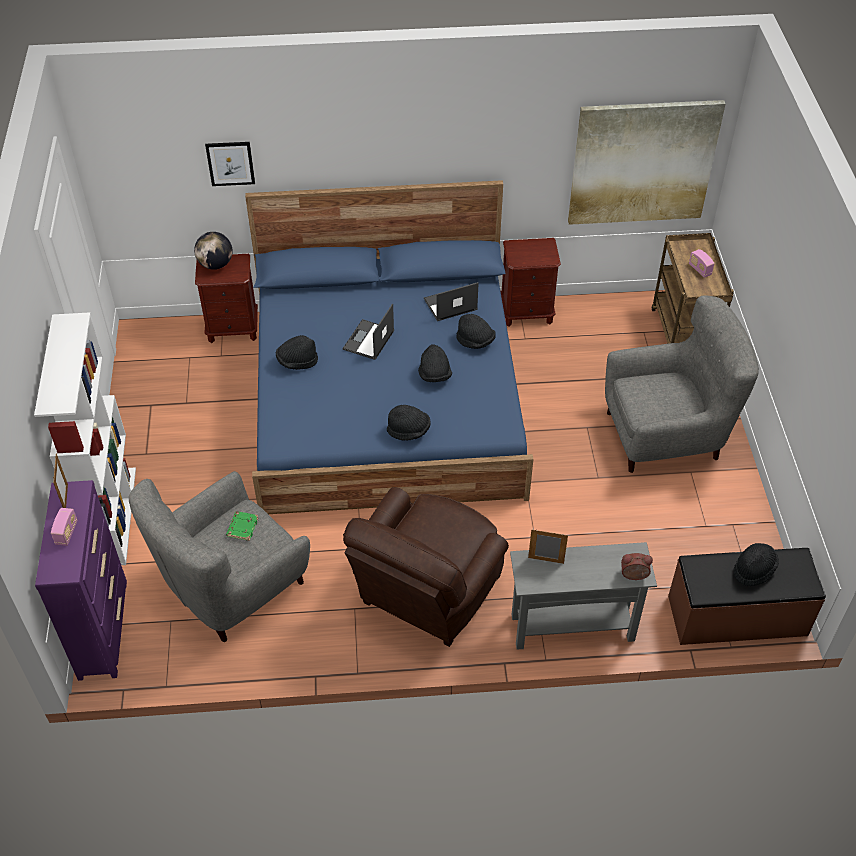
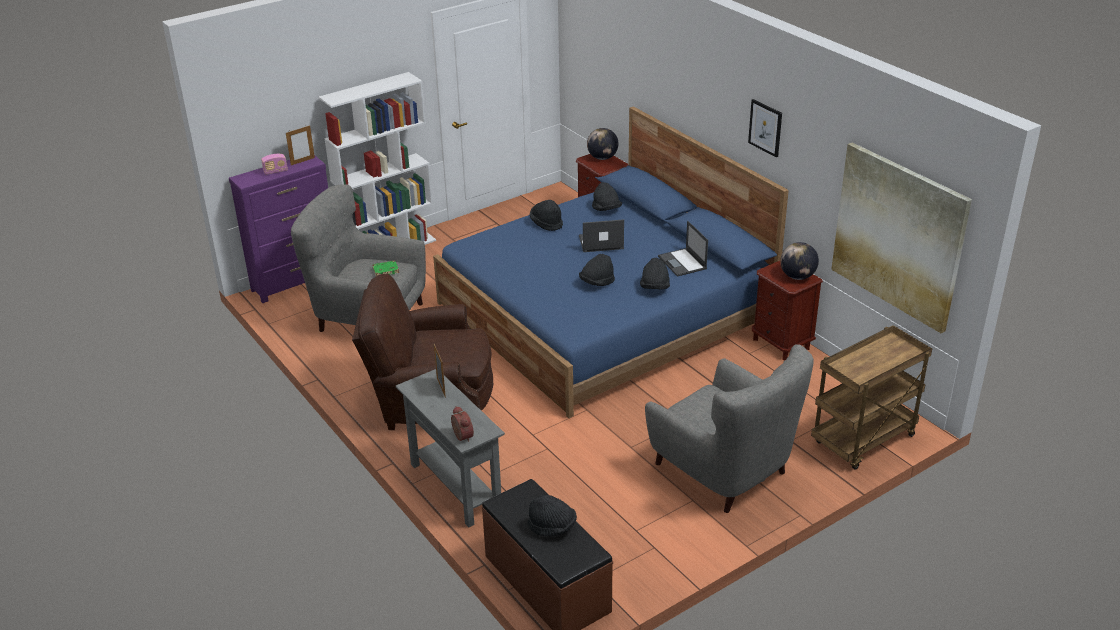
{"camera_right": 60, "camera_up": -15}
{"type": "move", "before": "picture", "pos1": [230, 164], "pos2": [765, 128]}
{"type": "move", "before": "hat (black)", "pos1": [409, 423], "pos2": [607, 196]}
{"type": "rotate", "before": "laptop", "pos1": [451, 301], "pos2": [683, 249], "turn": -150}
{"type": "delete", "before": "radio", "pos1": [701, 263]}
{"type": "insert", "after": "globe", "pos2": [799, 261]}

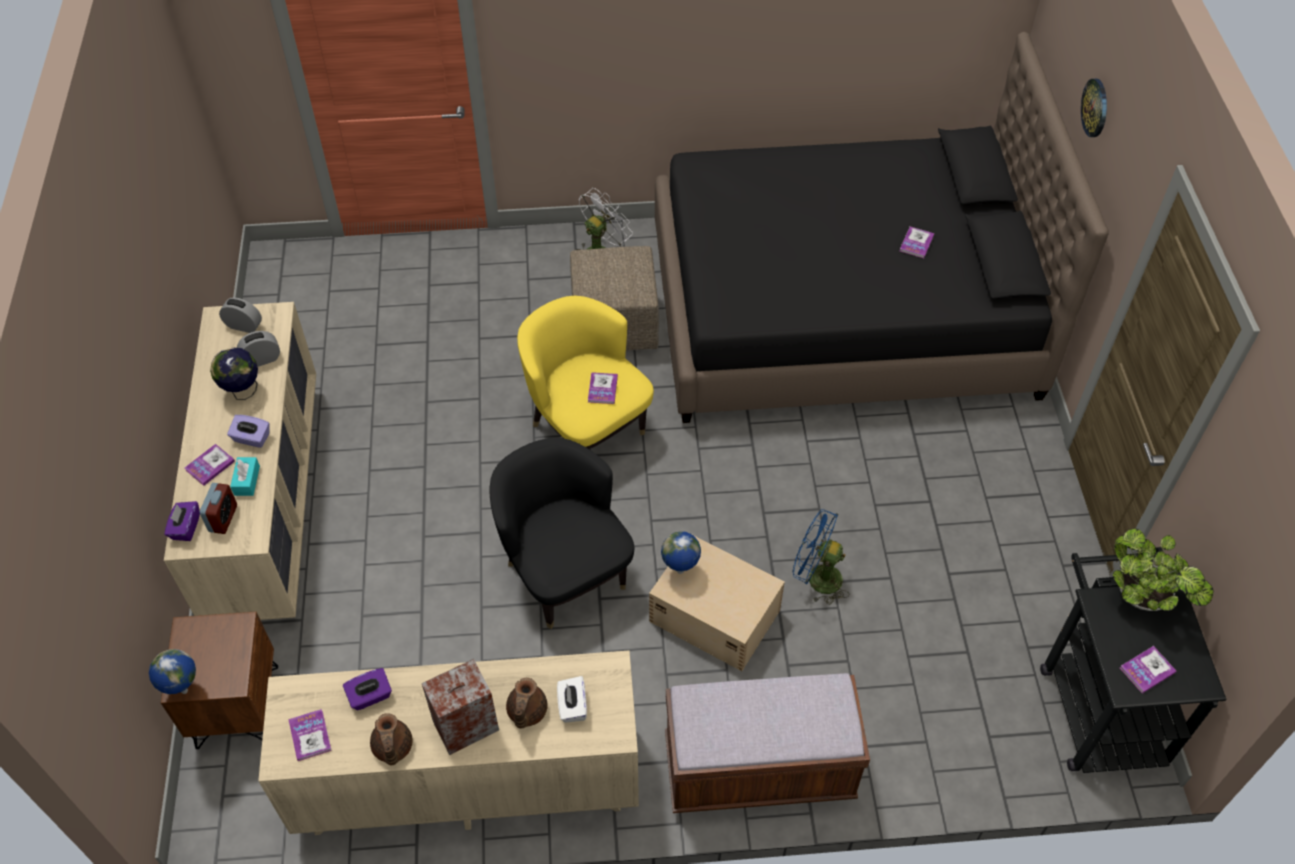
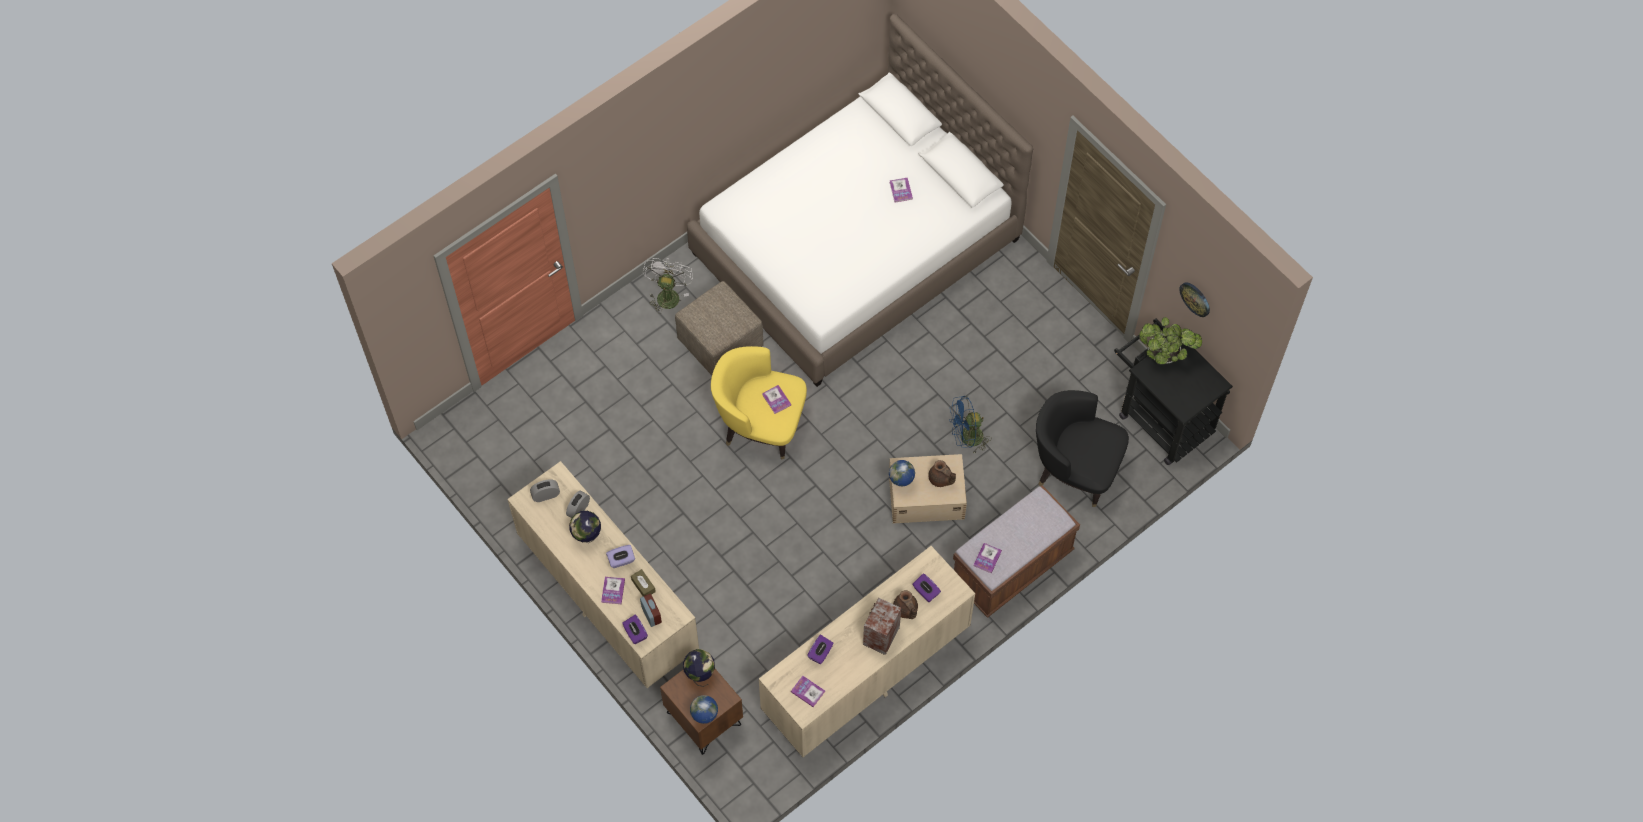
{"camera_right": -35, "camera_up": 10}
{"type": "recolor", "before": "tissue box (turquoise)", "after": "tissue box (brown)", "pos1": [245, 476], "pos2": [643, 582]}
{"type": "move", "before": "teapot (brown)", "pos1": [391, 739], "pos2": [942, 473]}
{"type": "move", "before": "armchair (black)", "pos1": [561, 533], "pos2": [1082, 448]}
{"type": "recolor", "before": "tissue box (white)", "after": "tissue box (purple)", "pos1": [572, 699], "pos2": [926, 587]}
{"type": "recolor", "before": "bed (black)", "after": "bed (white)", "pos1": [882, 227], "pos2": [860, 200]}
{"type": "move", "before": "wall clock", "pos1": [1094, 108], "pos2": [1194, 299]}
{"type": "move", "before": "book", "pos1": [1148, 670], "pos2": [987, 558]}
{"type": "insert", "after": "globe", "pos2": [699, 668]}

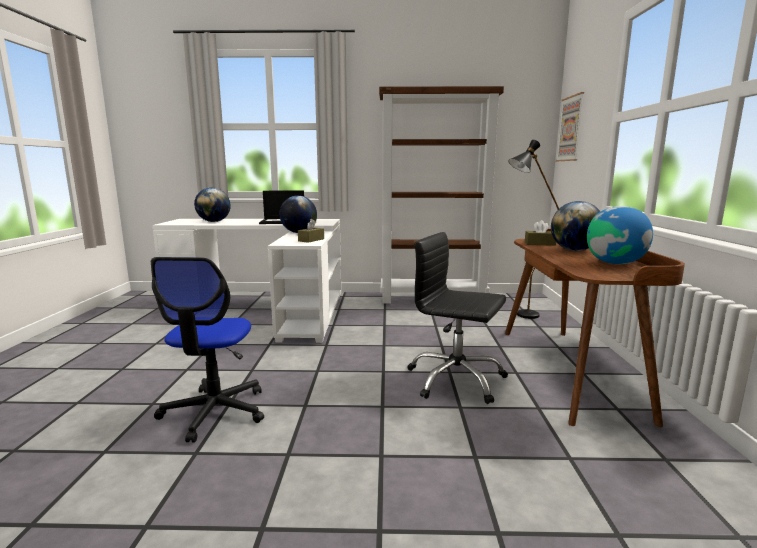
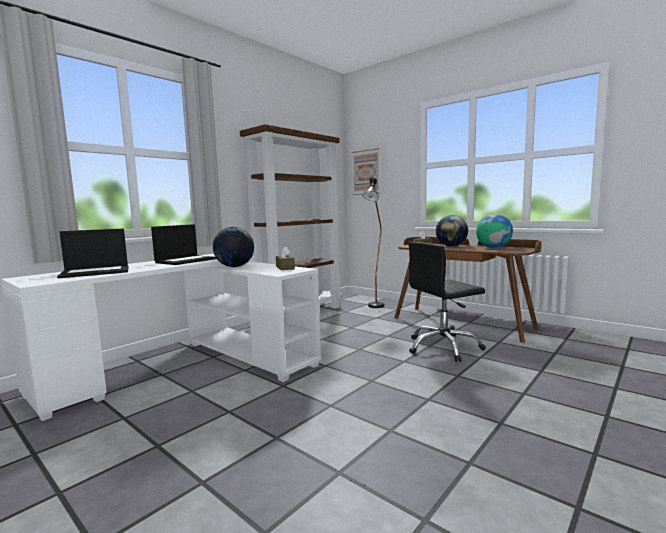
{"camera_right": -50, "camera_up": -5}
{"type": "delete", "before": "office chair", "pos1": [207, 350]}
{"type": "replace", "before": "globe", "after": "laptop", "pos1": [212, 205], "pos2": [92, 253]}

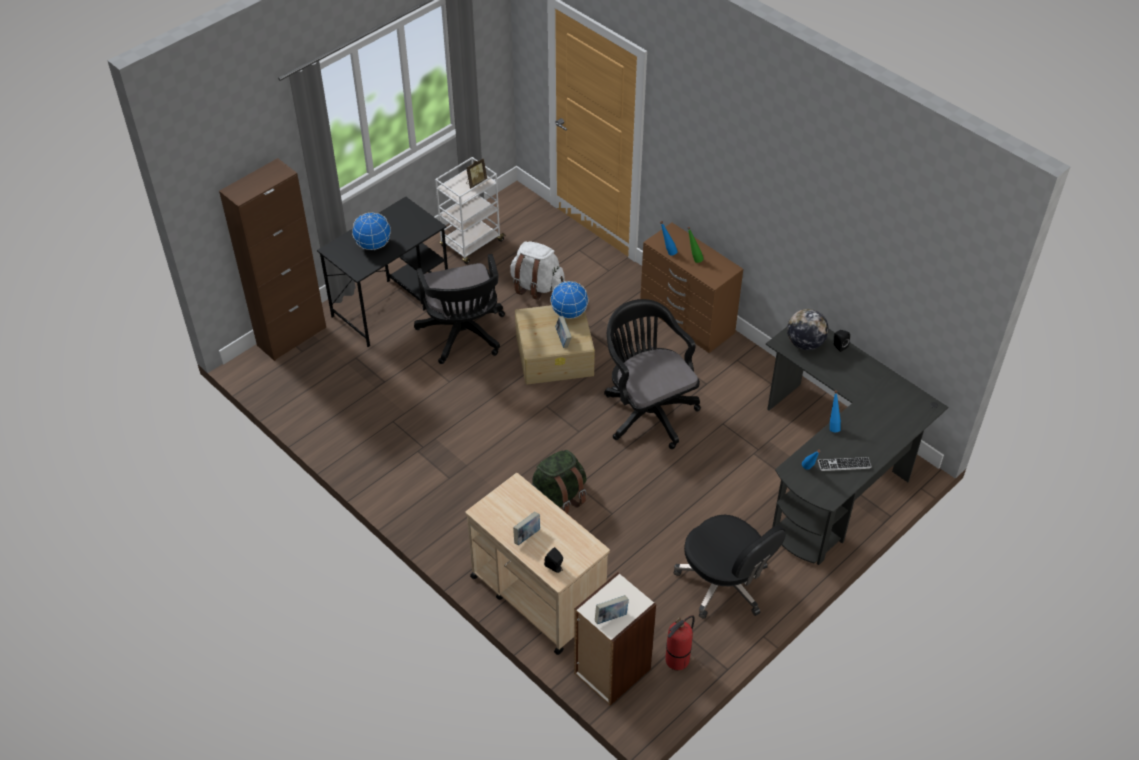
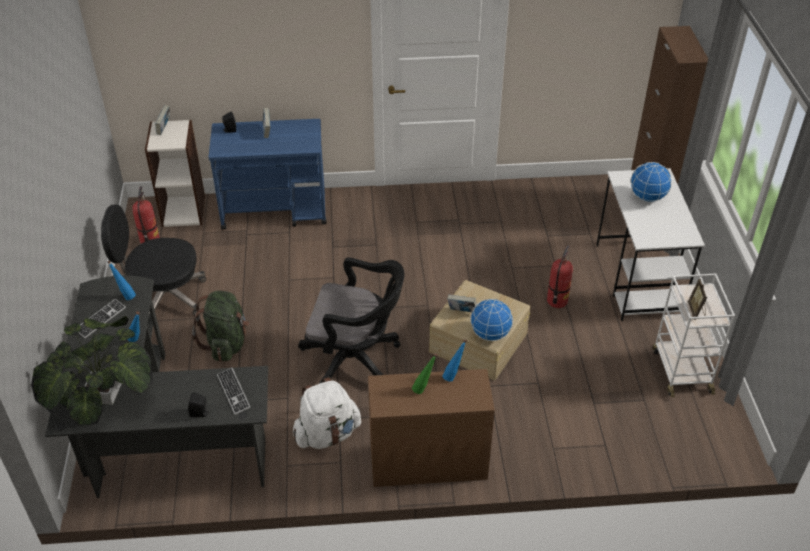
{"camera_right": 130, "camera_up": -5}
{"type": "recolor", "before": "desk (black)", "after": "desk (white)", "pos1": [382, 272], "pos2": [650, 244]}
{"type": "replace", "before": "office chair (black)", "after": "fire extinguisher", "pos1": [459, 309], "pos2": [560, 276]}
{"type": "recolor", "before": "cart (beige)", "after": "cart (blue)", "pos1": [538, 564], "pos2": [268, 174]}
{"type": "move", "before": "backpack (white)", "pos1": [537, 270], "pos2": [327, 413]}
{"type": "move", "before": "backpack (green)", "pos1": [559, 482], "pos2": [221, 326]}
{"type": "replace", "before": "globe", "after": "keyboard", "pos1": [808, 329], "pos2": [233, 391]}
{"type": "insert", "after": "potted plant", "pos2": [92, 371]}

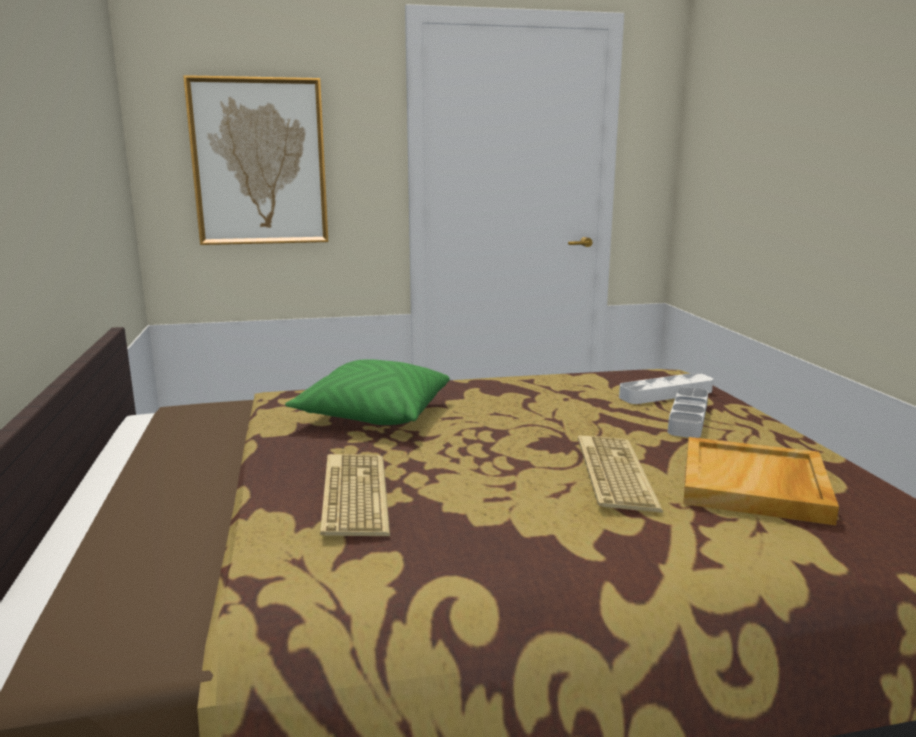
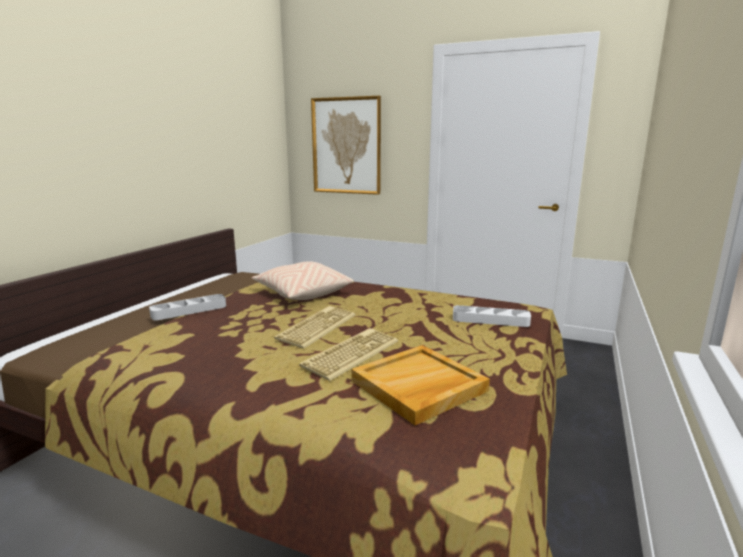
{"camera_right": 35, "camera_up": 0}
{"type": "recolor", "before": "pillow (green)", "after": "pillow (beige)", "pos1": [367, 392], "pos2": [303, 280]}
{"type": "move", "before": "keyboard", "pos1": [355, 495], "pos2": [314, 327]}
{"type": "move", "before": "tray (grey)", "pos1": [688, 412], "pos2": [187, 307]}

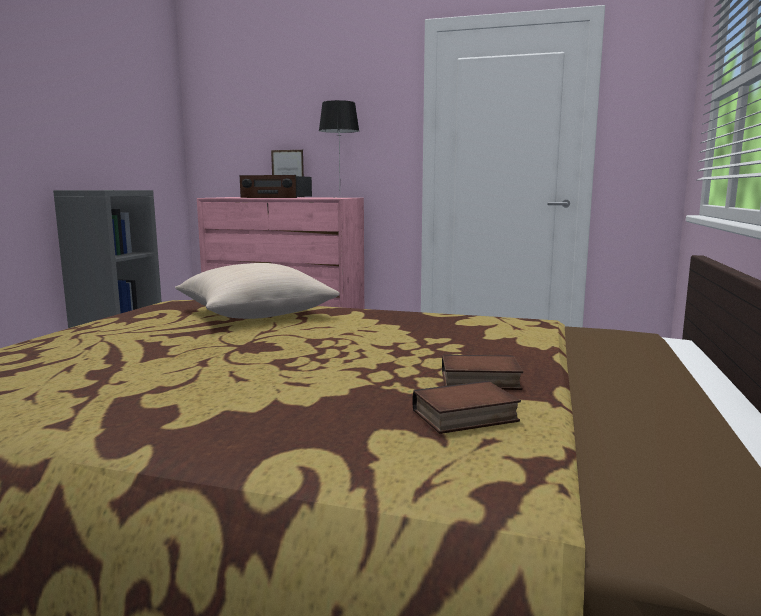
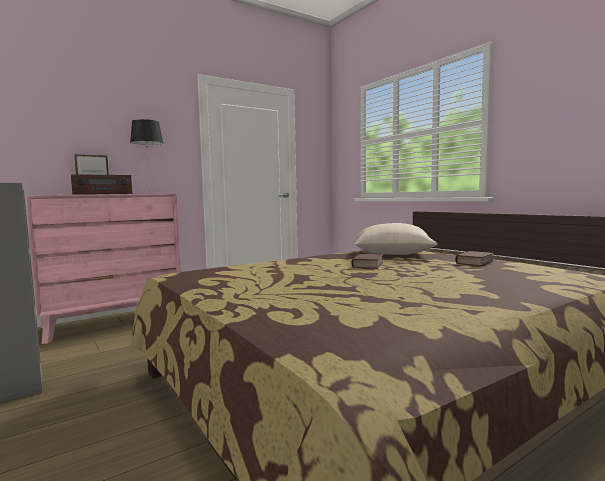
{"camera_right": -50, "camera_up": -5}
{"type": "move", "before": "pillow (beige)", "pos1": [257, 291], "pos2": [396, 239]}
{"type": "move", "before": "book", "pos1": [466, 407], "pos2": [367, 261]}

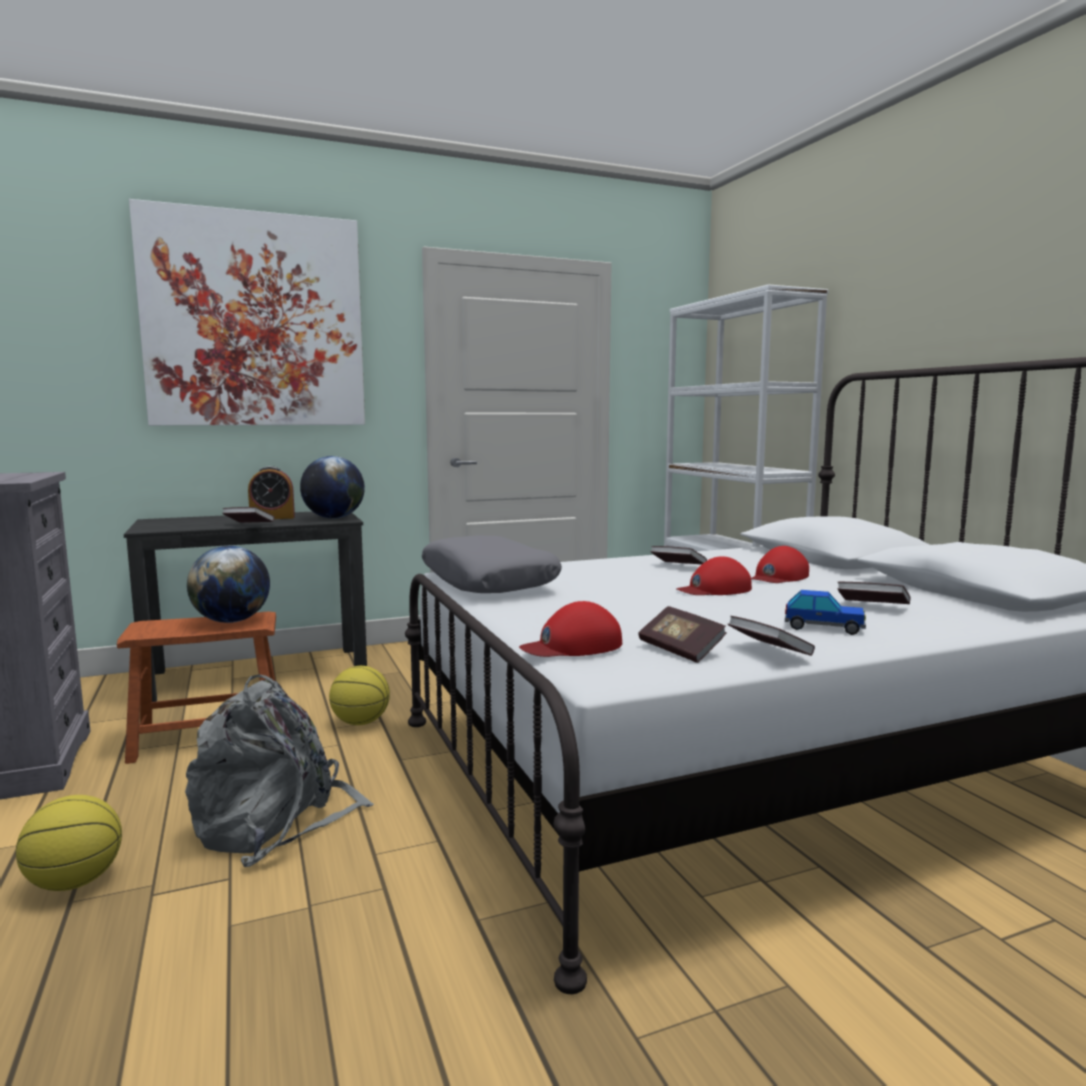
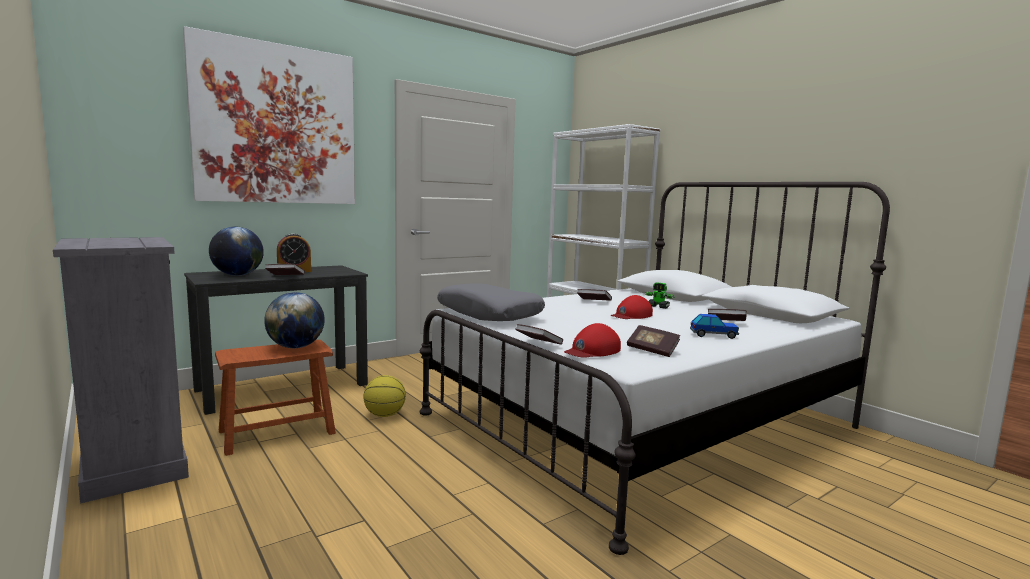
{"camera_right": -15, "camera_up": 0}
{"type": "delete", "before": "basketball", "pos1": [69, 843]}
{"type": "delete", "before": "backpack (grey)", "pos1": [279, 770]}
{"type": "move", "before": "globe", "pos1": [332, 487], "pos2": [236, 251]}
{"type": "move", "before": "book", "pos1": [771, 636], "pos2": [539, 334]}
{"type": "replace", "before": "cap (red)", "after": "toy robot", "pos1": [780, 564], "pos2": [660, 295]}

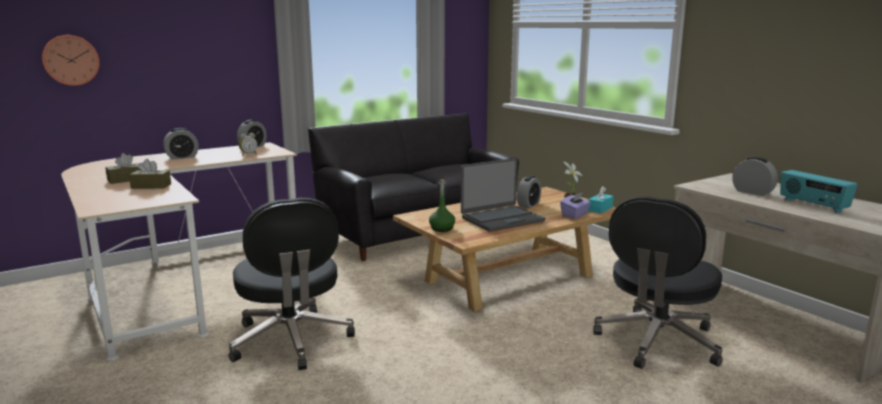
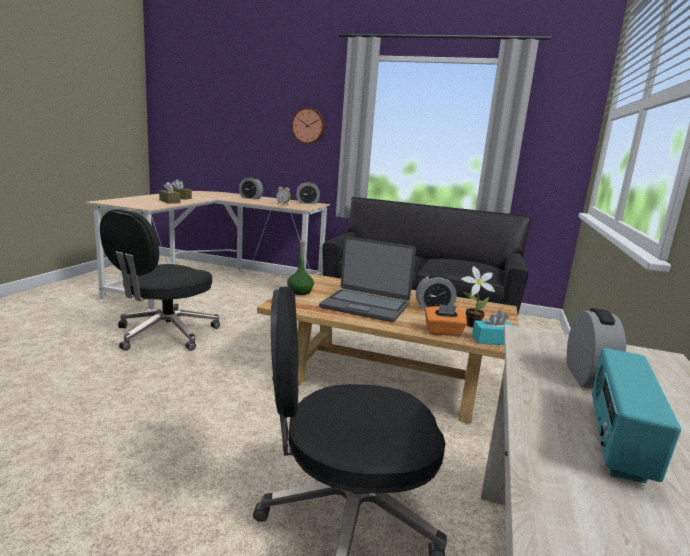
{"camera_right": 50, "camera_up": 0}
{"type": "move", "before": "wall clock", "pos1": [71, 60], "pos2": [308, 125]}
{"type": "recolor", "before": "tissue box (purple)", "after": "tissue box (orange)", "pos1": [575, 205], "pos2": [446, 320]}

